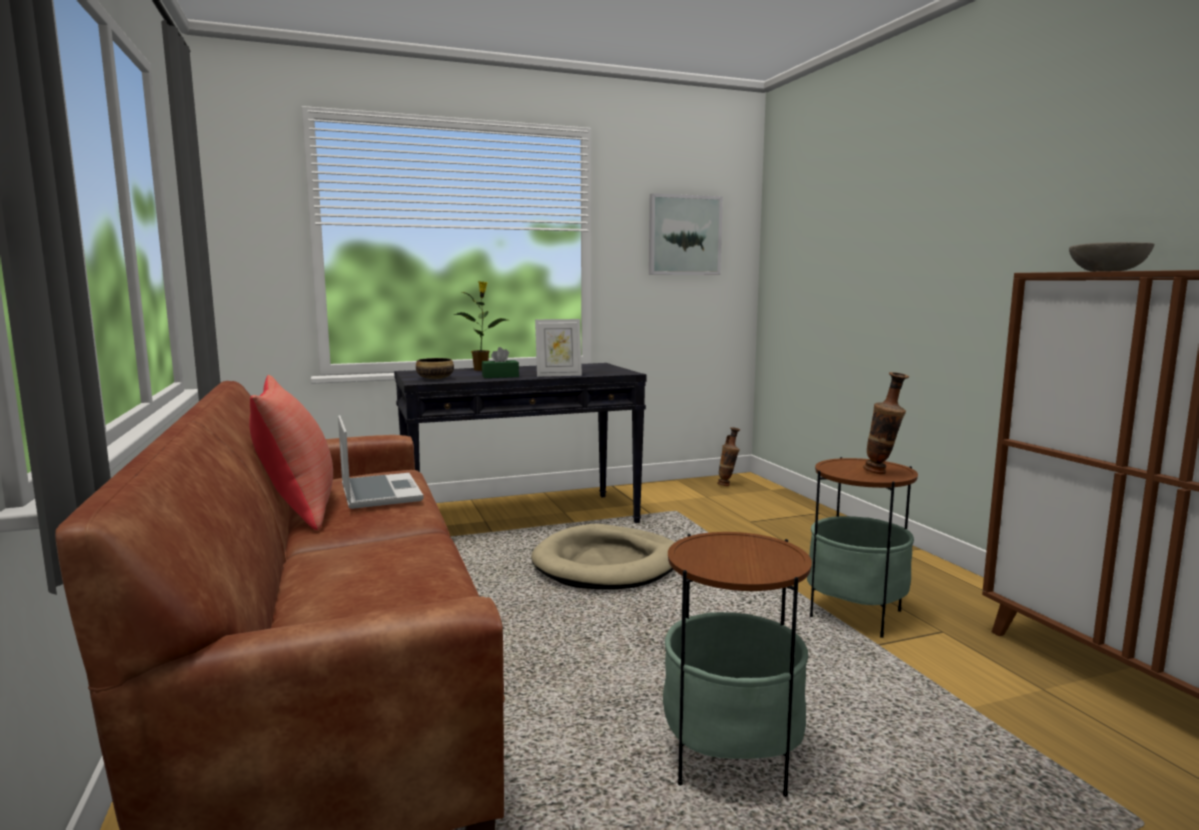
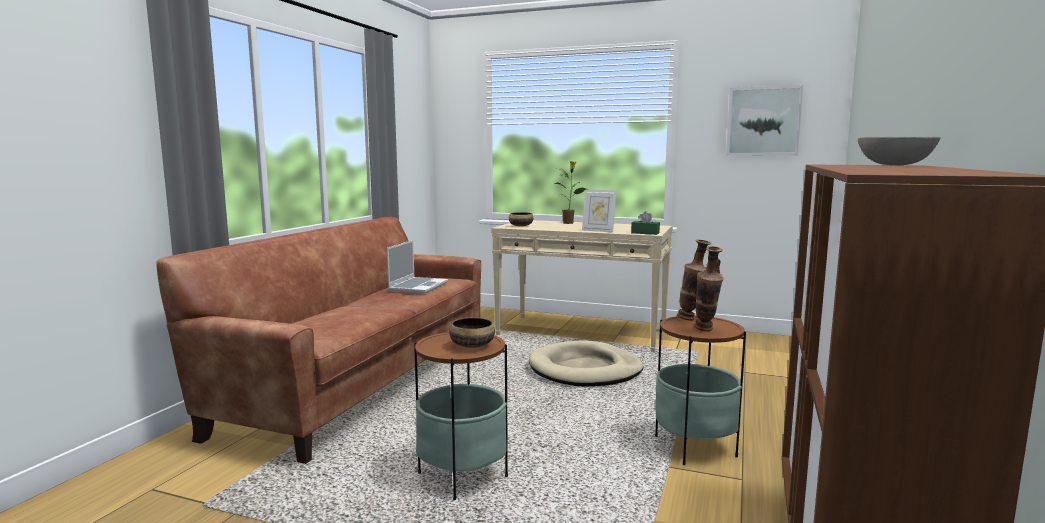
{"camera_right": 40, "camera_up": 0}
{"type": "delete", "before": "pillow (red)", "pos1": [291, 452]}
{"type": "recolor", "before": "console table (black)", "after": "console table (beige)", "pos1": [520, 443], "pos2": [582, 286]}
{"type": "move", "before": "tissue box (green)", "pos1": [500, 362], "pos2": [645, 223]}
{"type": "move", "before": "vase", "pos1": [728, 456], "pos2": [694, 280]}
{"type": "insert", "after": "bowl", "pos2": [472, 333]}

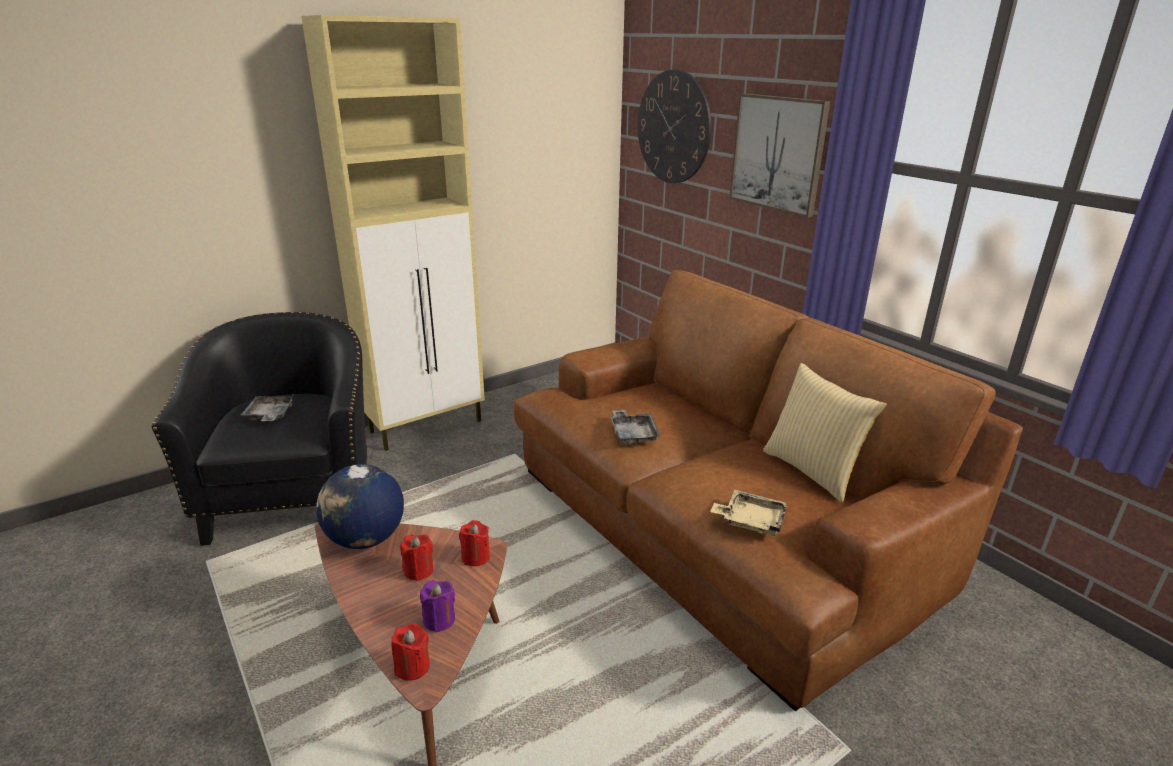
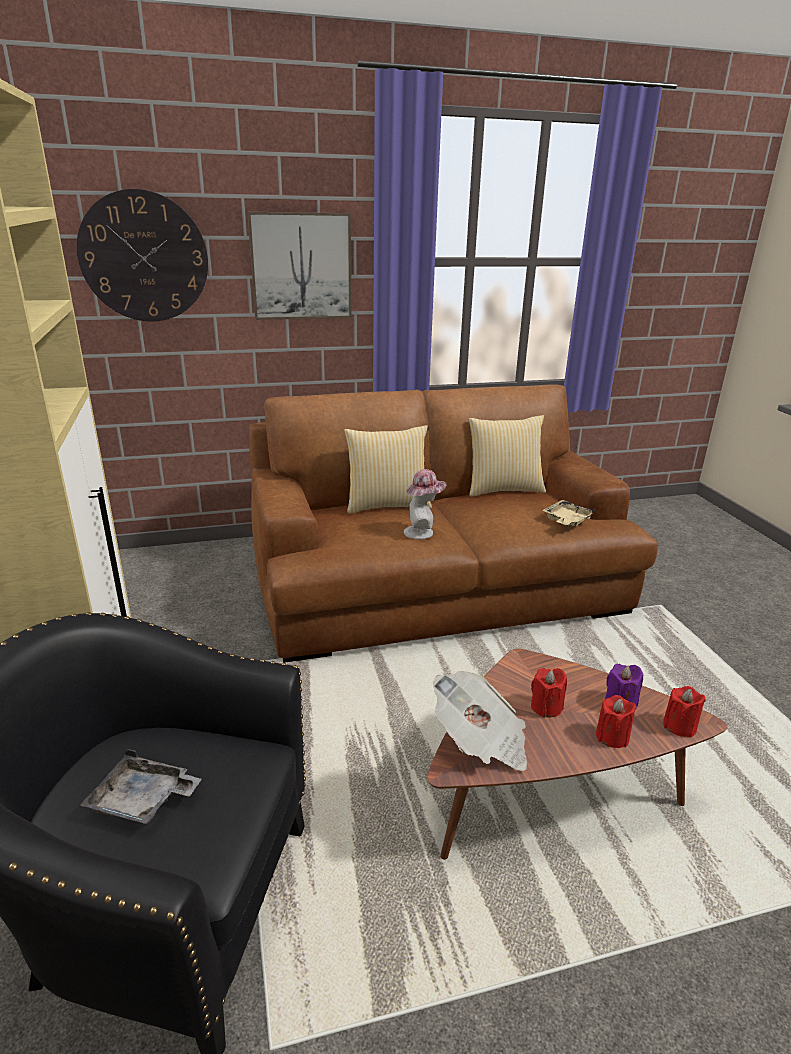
{"camera_right": -70, "camera_up": 0}
{"type": "replace", "before": "globe", "after": "newspaper", "pos1": [360, 506], "pos2": [480, 721]}
{"type": "move", "before": "candle (red)", "pos1": [474, 543], "pos2": [616, 721]}
{"type": "replace", "before": "tray (grey)", "after": "hat", "pos1": [635, 427], "pos2": [425, 504]}
{"type": "insert", "after": "pillow", "pos2": [388, 469]}

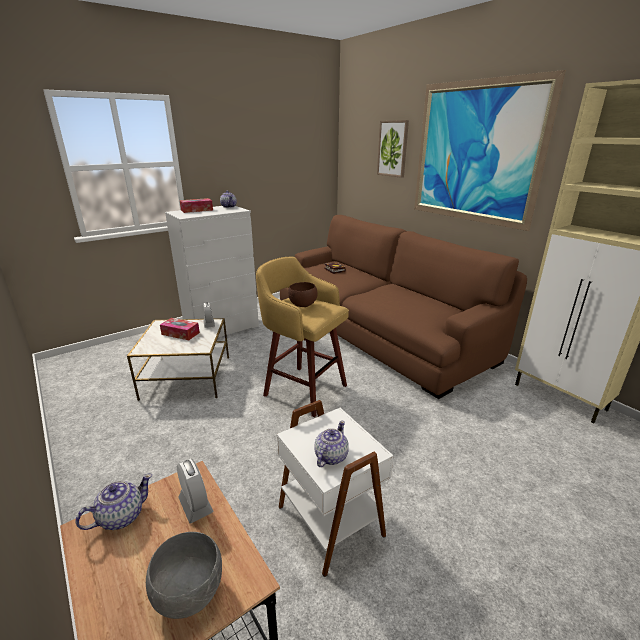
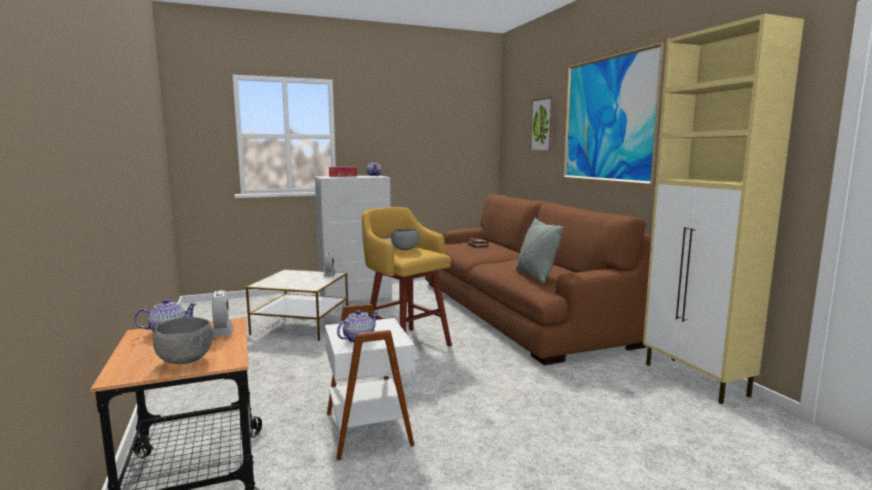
{"camera_right": 15, "camera_up": -15}
{"type": "delete", "before": "tissue box", "pos1": [180, 329]}
{"type": "recolor", "before": "bowl (brown)", "after": "bowl (grey)", "pos1": [303, 294], "pos2": [405, 239]}
{"type": "insert", "after": "pillow (grey)", "pos2": [540, 250]}

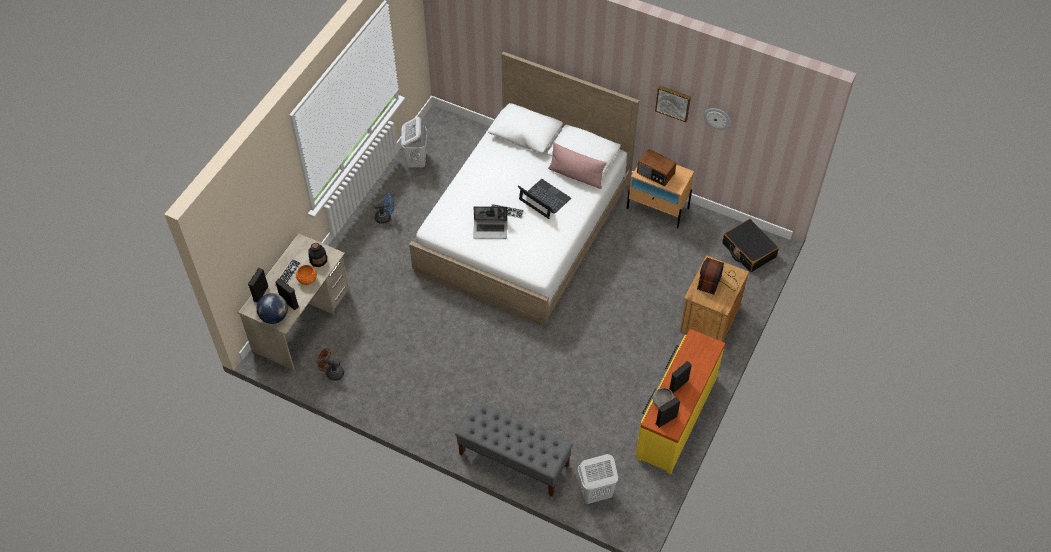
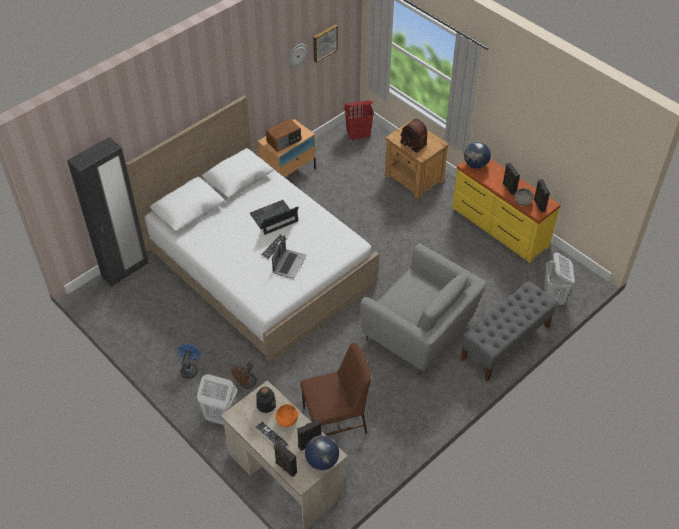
{"camera_right": -70, "camera_up": -5}
{"type": "move", "before": "fan (brown)", "pos1": [330, 364], "pos2": [244, 375]}
{"type": "move", "before": "laundry basket (white)", "pos1": [414, 142], "pos2": [217, 399]}
{"type": "delete", "before": "pillow (pink)", "pos1": [577, 166]}
{"type": "move", "before": "picture", "pos1": [673, 103], "pos2": [325, 43]}
{"type": "replace", "before": "suitcase (black)", "after": "laundry basket (red)", "pos1": [750, 245], "pos2": [359, 120]}
{"type": "insert", "after": "wardrobe (black)", "pos2": [107, 211]}
{"type": "insert", "after": "chair (brown)", "pos2": [335, 389]}
{"type": "insert", "after": "armchair (grey)", "pos2": [423, 309]}
{"type": "insert", "after": "globe", "pos2": [477, 155]}

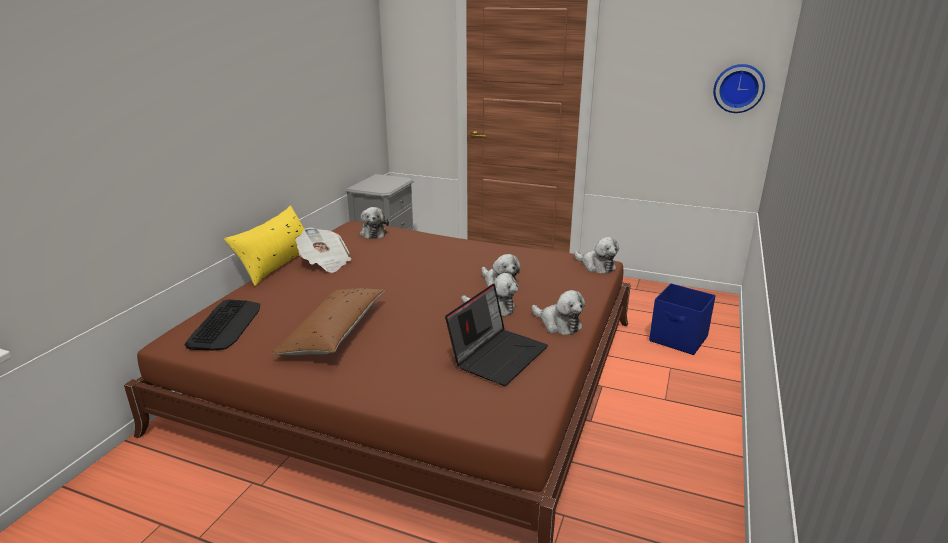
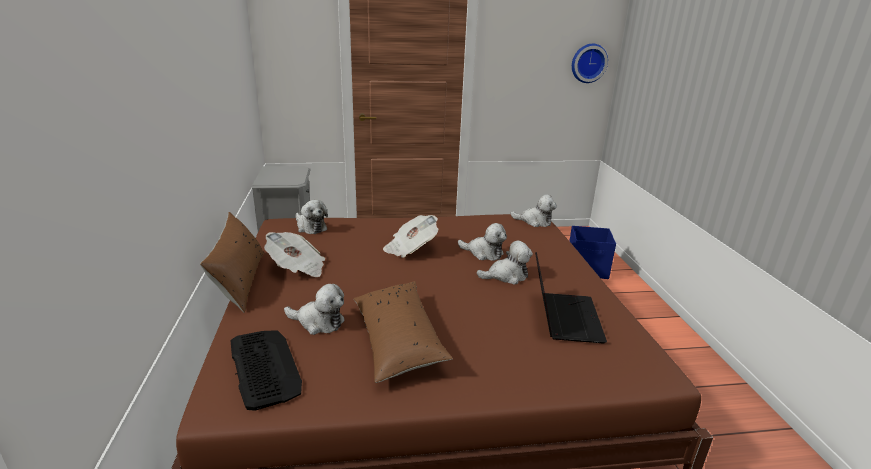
{"camera_right": -30, "camera_up": 0}
{"type": "recolor", "before": "pillow (yellow)", "after": "pillow (brown)", "pos1": [264, 245], "pos2": [232, 262]}
{"type": "move", "before": "plush toy", "pos1": [558, 312], "pos2": [314, 309]}
{"type": "insert", "after": "newspaper", "pos2": [410, 236]}

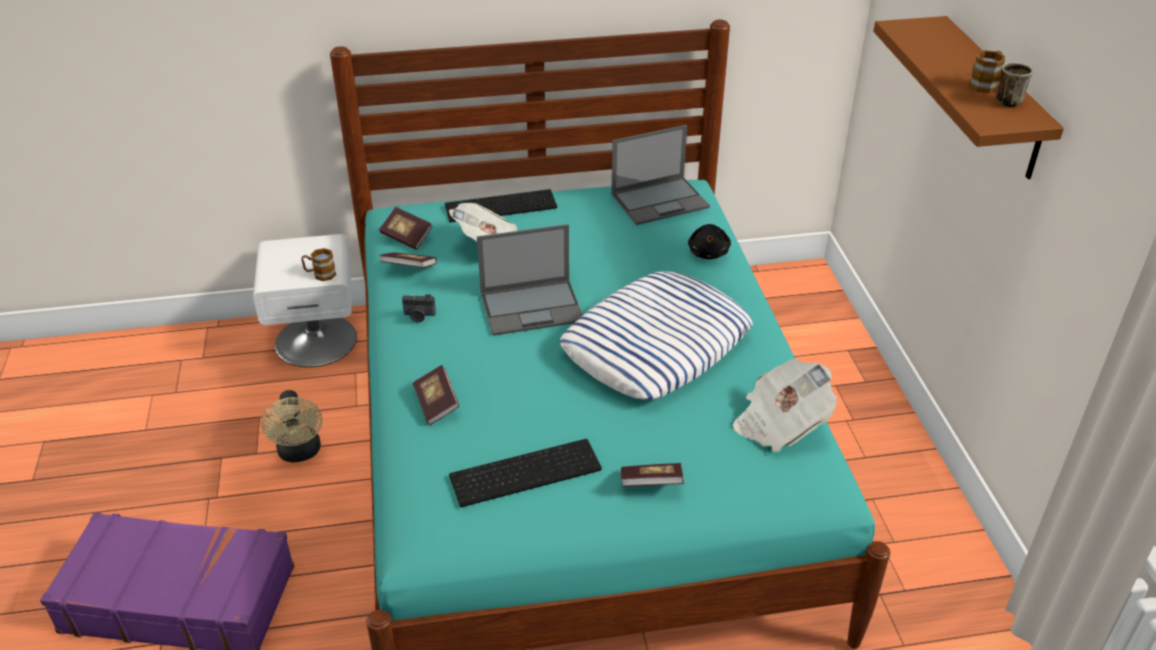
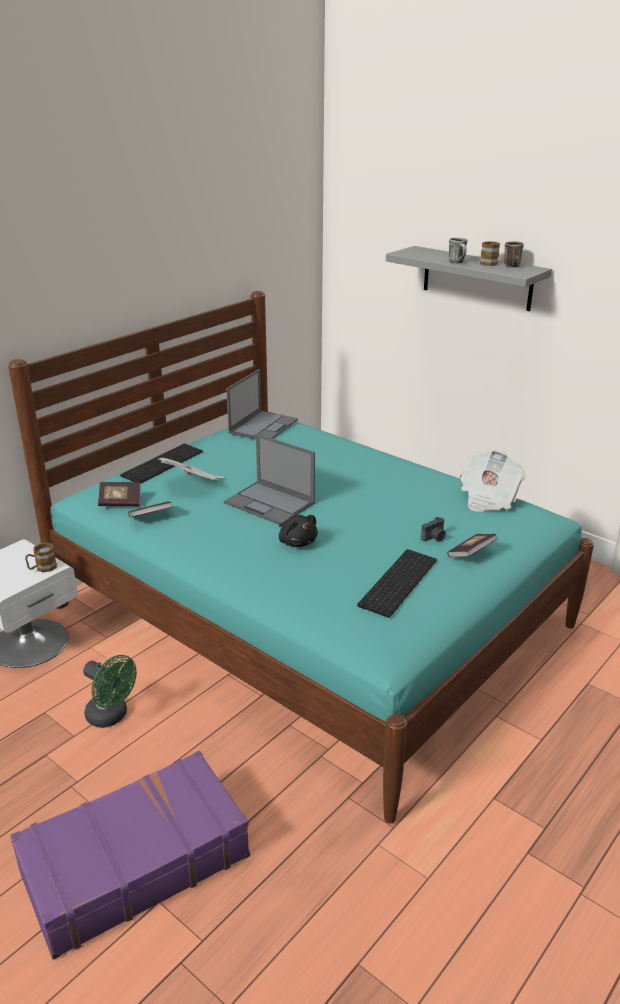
{"camera_right": -40, "camera_up": -10}
{"type": "recolor", "before": "fan (beige)", "after": "fan (green)", "pos1": [291, 426], "pos2": [110, 691]}
{"type": "move", "before": "photo camera", "pos1": [419, 308], "pos2": [433, 529]}
{"type": "delete", "before": "book", "pos1": [436, 395]}
{"type": "rotate", "before": "laptop", "pos1": [530, 280], "pos2": [269, 479], "turn": 90}
{"type": "delete", "before": "pillow", "pos1": [656, 335]}
{"type": "move", "before": "plush toy (black)", "pos1": [709, 241], "pos2": [298, 531]}
{"type": "recolor", "before": "shelf (brown)", "after": "shelf (grey)", "pos1": [968, 97], "pos2": [469, 278]}
{"type": "insert", "after": "mug", "pos2": [458, 250]}

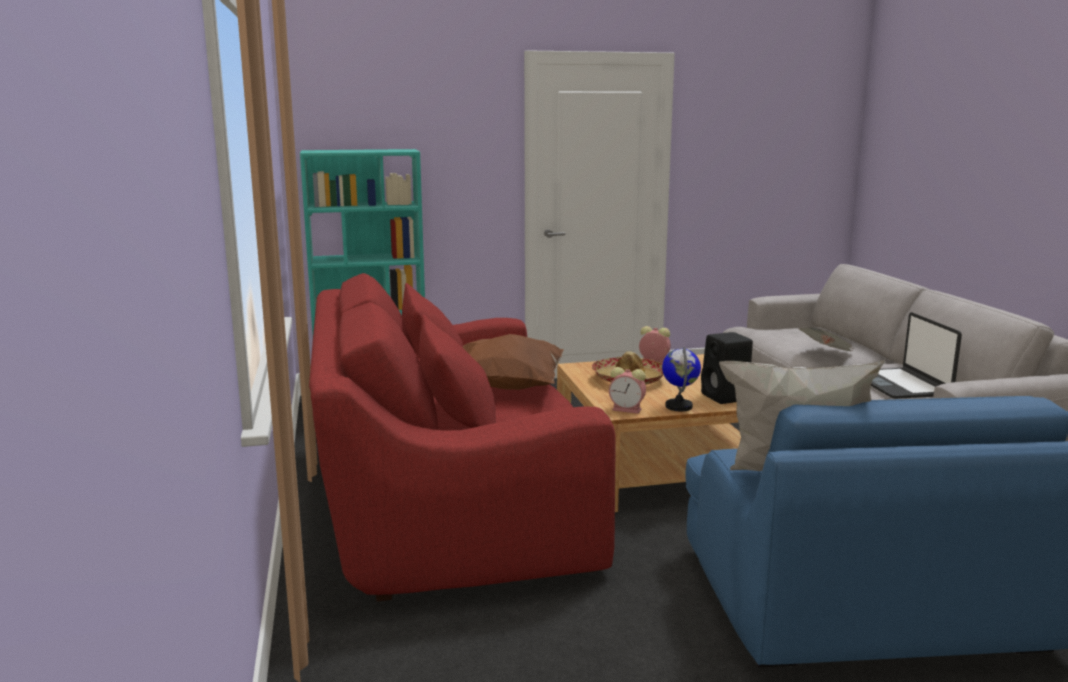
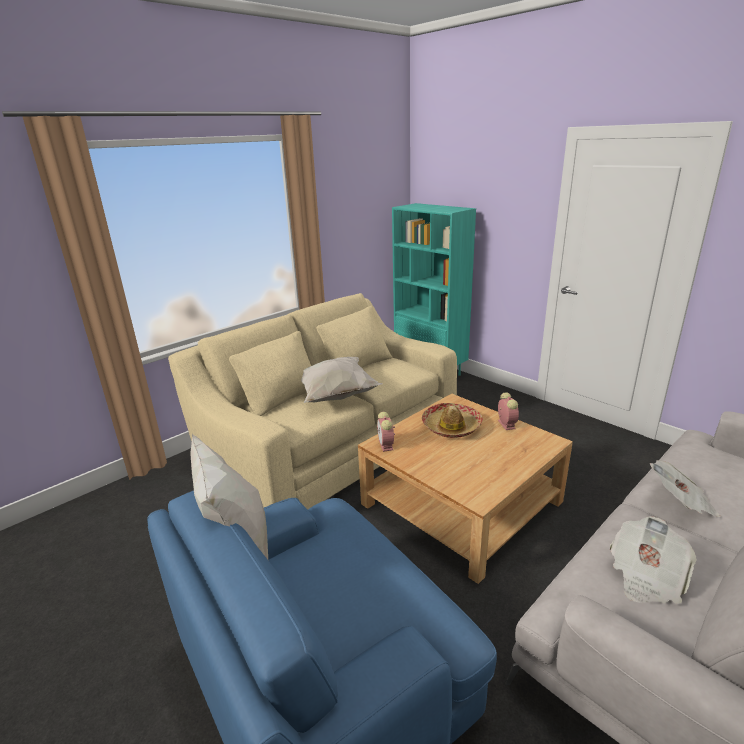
{"camera_right": 60, "camera_up": 10}
{"type": "recolor", "before": "sofa (red)", "after": "sofa (beige)", "pos1": [462, 437], "pos2": [312, 401]}
{"type": "recolor", "before": "pillow (brown)", "after": "pillow (white)", "pos1": [513, 362], "pos2": [342, 380]}
{"type": "delete", "before": "globe", "pos1": [681, 379]}
{"type": "delete", "before": "speaker (black)", "pos1": [727, 368]}
{"type": "replace", "before": "laptop", "after": "newspaper", "pos1": [916, 355], "pos2": [653, 560]}

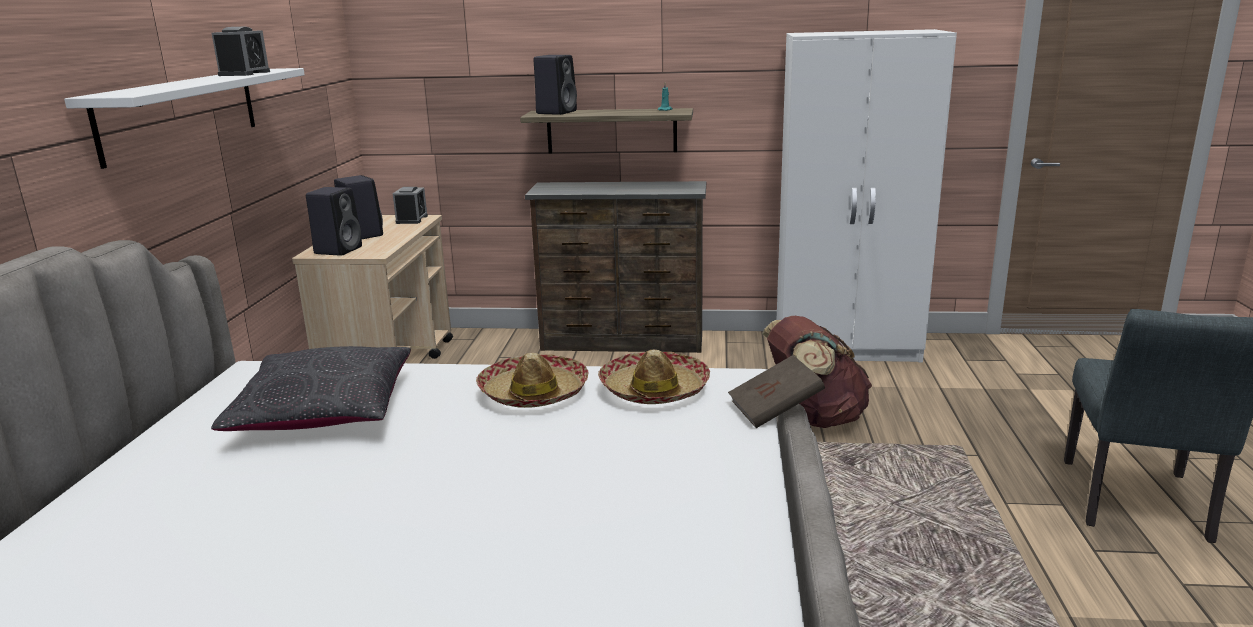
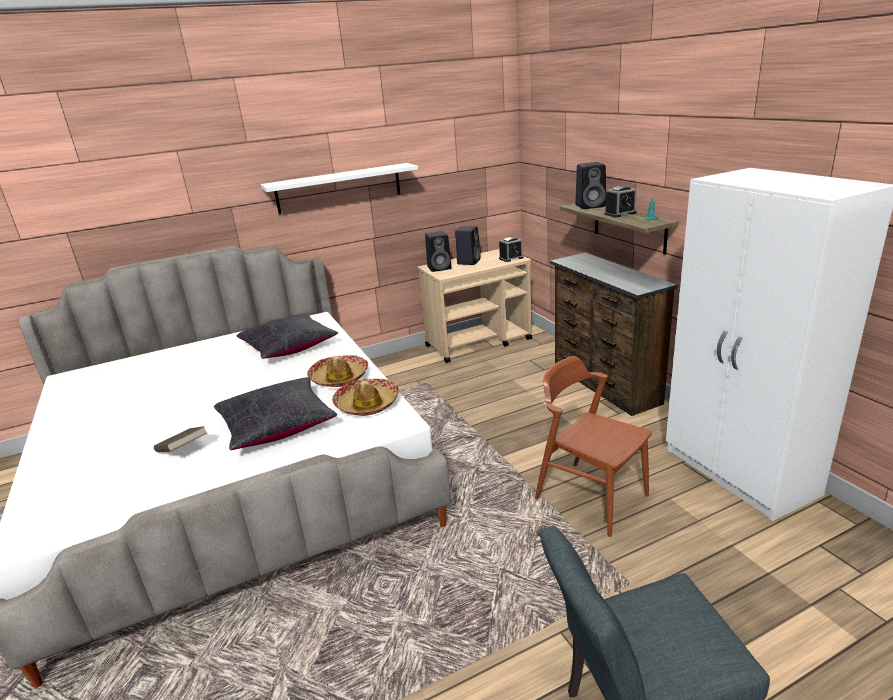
{"camera_right": 60, "camera_up": 5}
{"type": "move", "before": "alarm clock", "pos1": [241, 51], "pos2": [620, 202]}
{"type": "move", "before": "book (brown)", "pos1": [776, 391], "pos2": [180, 439]}
{"type": "replace", "before": "backpack (brown)", "after": "chair (brown)", "pos1": [817, 372], "pos2": [593, 446]}
{"type": "insert", "after": "pillow (black)", "pos2": [275, 413]}

